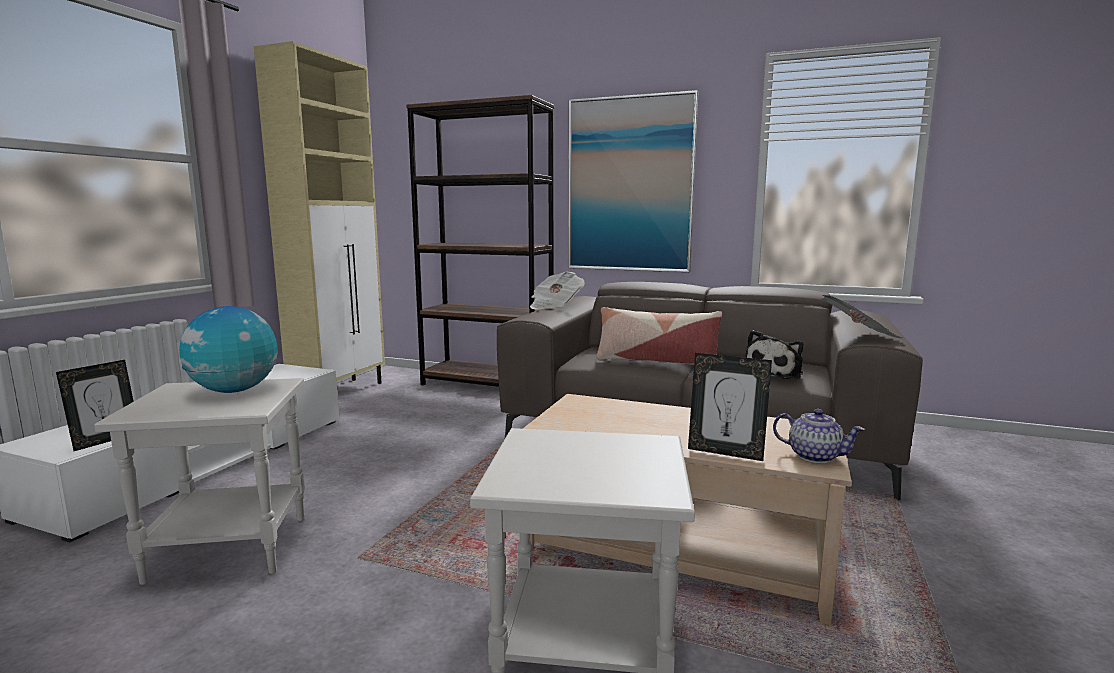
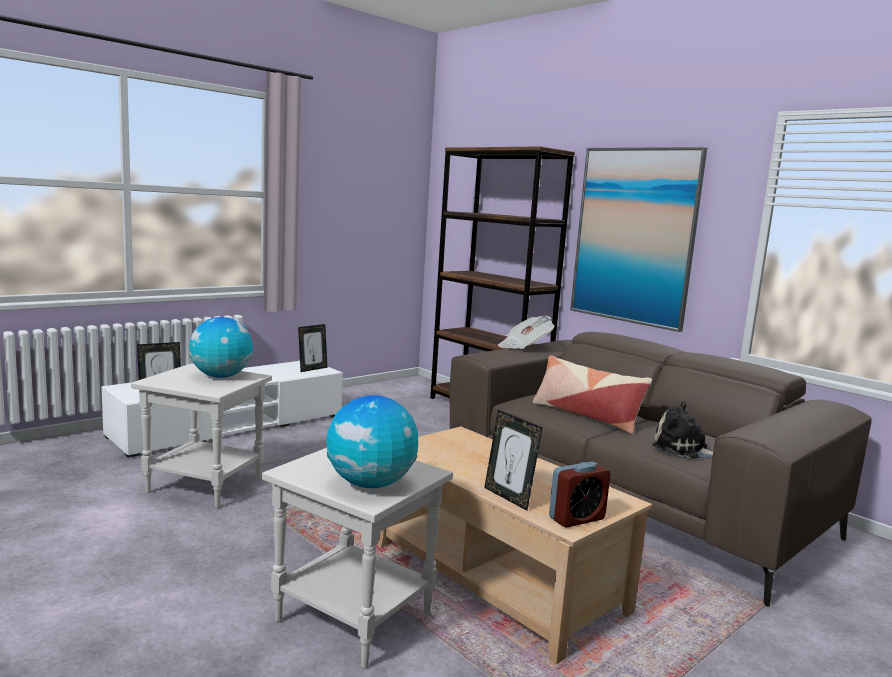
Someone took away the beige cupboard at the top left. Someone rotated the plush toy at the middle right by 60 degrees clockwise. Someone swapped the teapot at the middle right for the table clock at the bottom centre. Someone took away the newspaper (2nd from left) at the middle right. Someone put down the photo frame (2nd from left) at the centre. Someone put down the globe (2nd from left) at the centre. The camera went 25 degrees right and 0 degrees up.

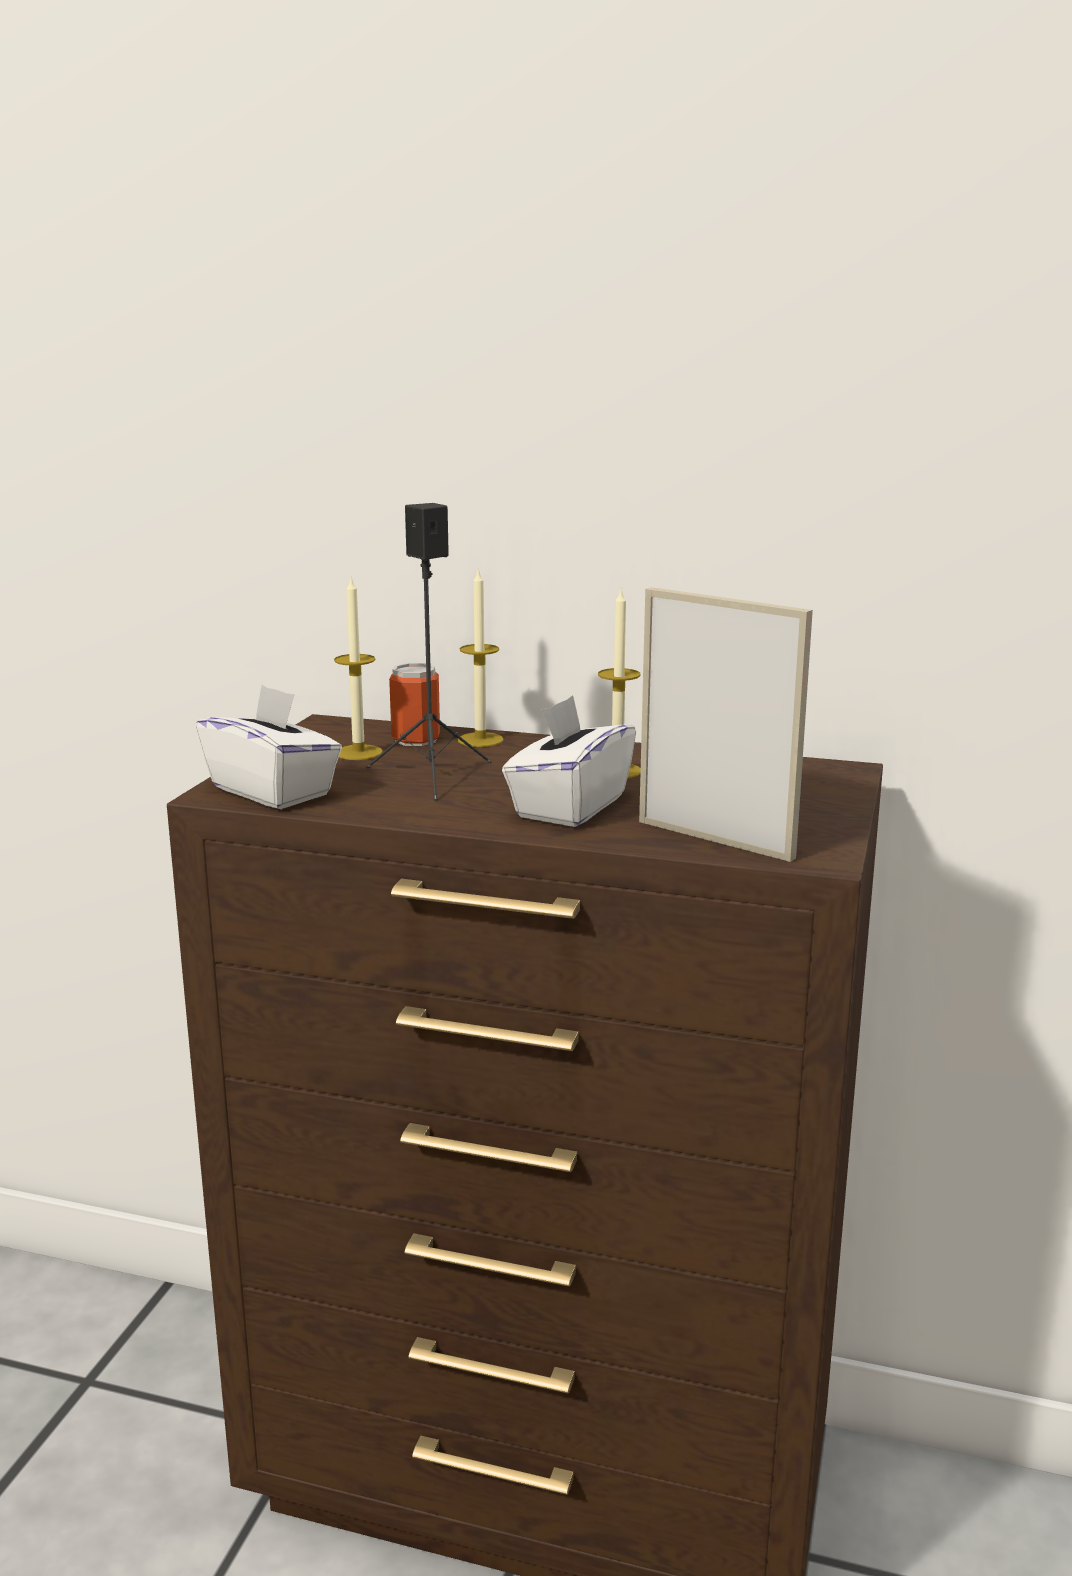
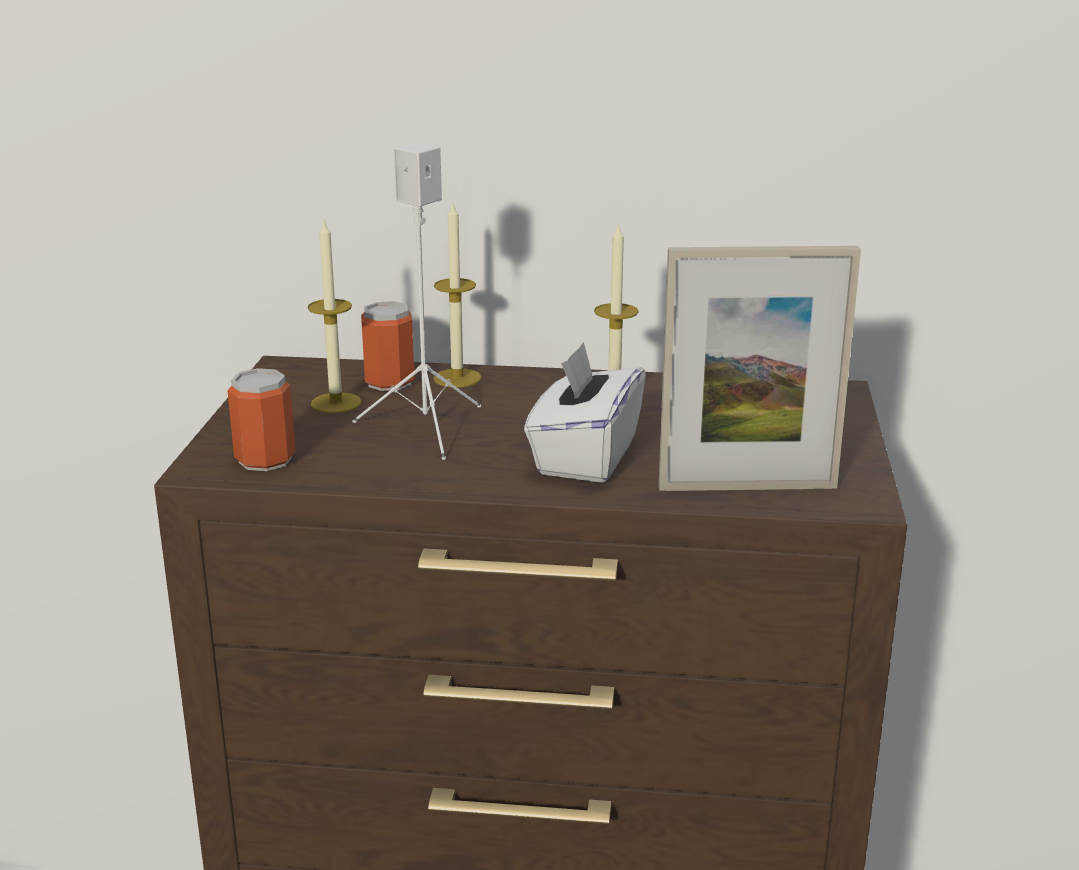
Someone swapped the white-coloured box of tissues (1st from left) at the middle left for the metal can (1st from left) at the middle left. Someone repainted the black-coloured audio speaker at the centre, which became the white-coloured audio speaker at the centre. Someone rotated the photo frame at the middle right by 150 degrees clockwise. The camera went 10 degrees left and 5 degrees up.

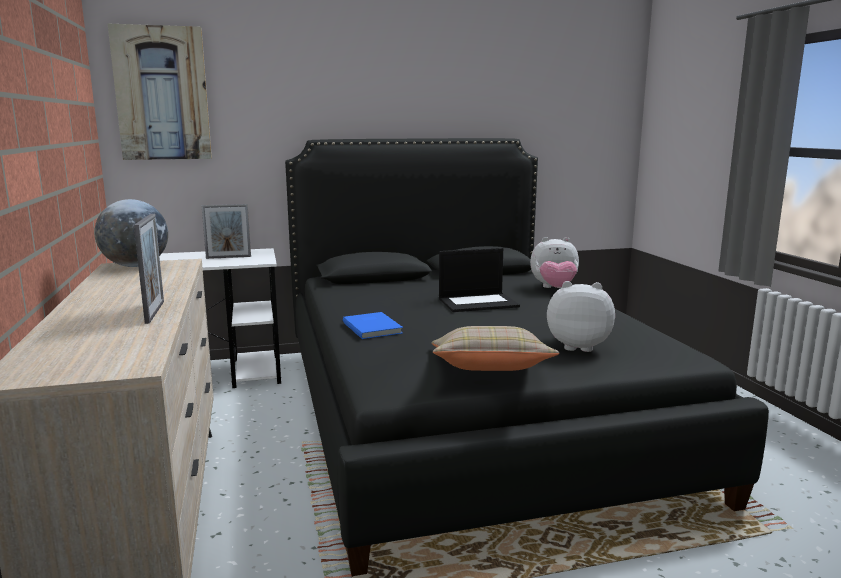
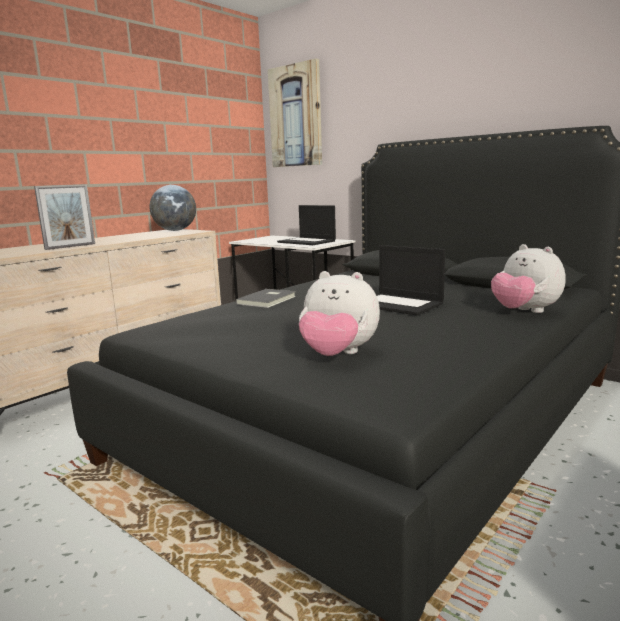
Someone swapped the photo frame (2nd from left) at the middle left for the portable computer (1st from left) at the centre. Someone repainted the bluish book at the centre, which became the gray book at the centre. Someone took away the beige cushion at the centre. Someone rotated the plush toy (2nd from left in the first image) at the middle right by 135 degrees clockwise. The camera went 55 degrees right and 0 degrees up.

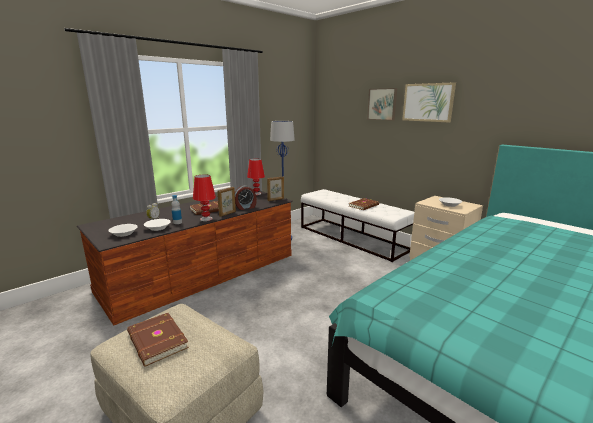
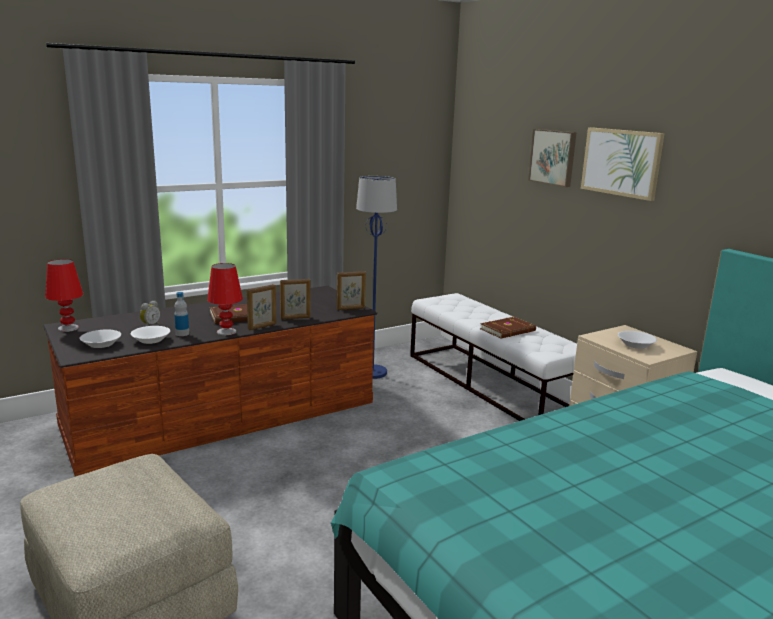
Someone took away the brown-coloured book (1st from left) at the bottom left. Someone swapped the table clock (2nd from left) at the centre for the photo frame (2nd from left) at the centre. Someone carried the reddish tabletop lamp (2nd from left in the first image) from the centre to the middle left. The camera went 10 degrees right and 0 degrees up.

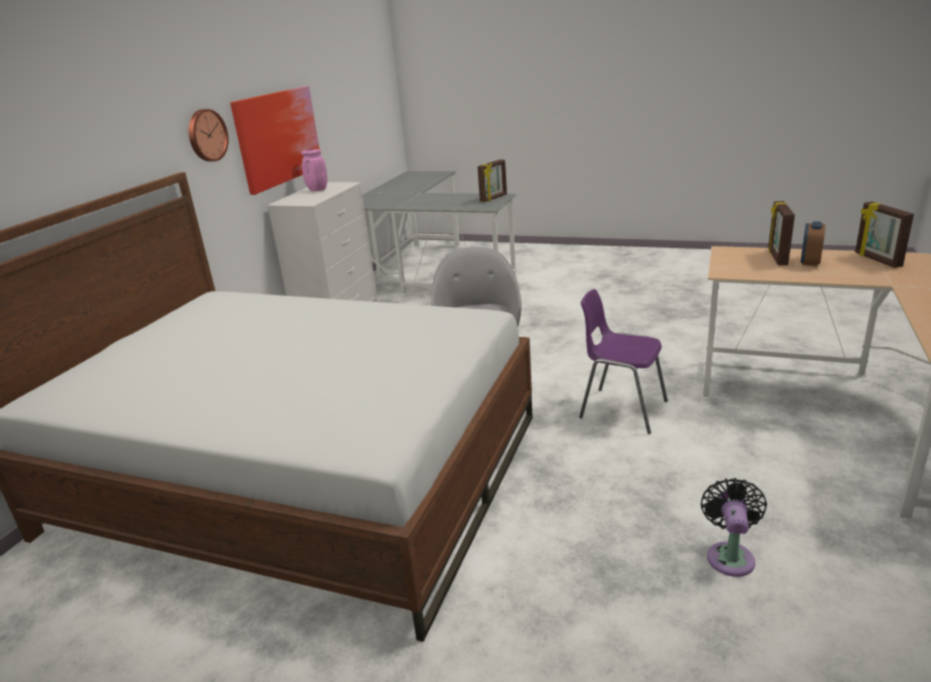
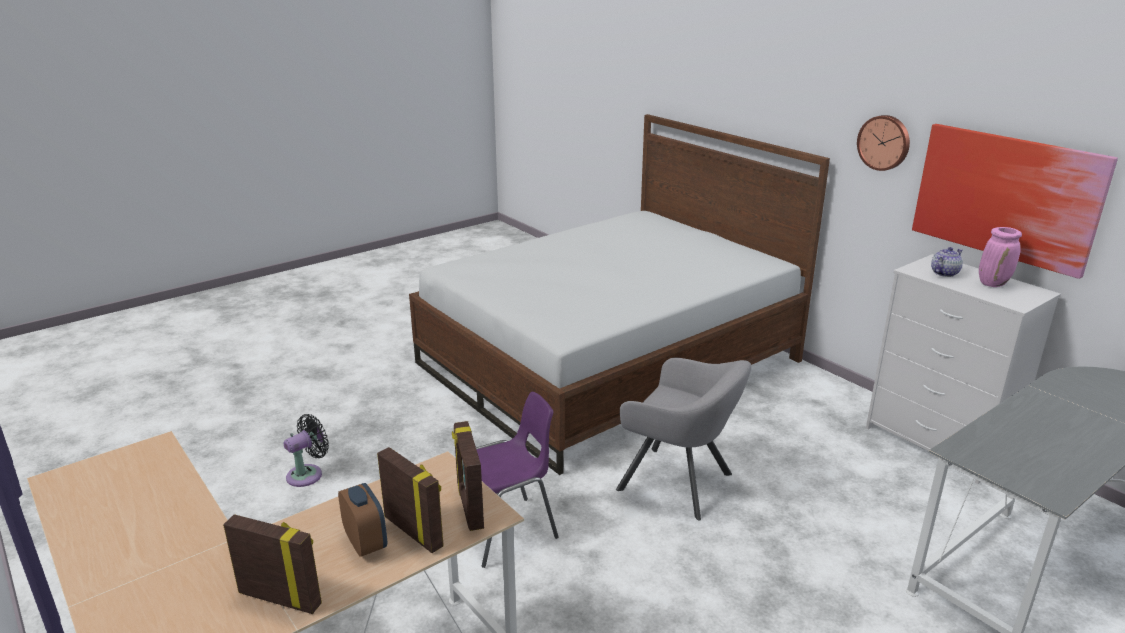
Someone carried the photo frame (1st from left in the first image) from the top centre to the bottom centre. Someone rotated the black-coloured fan at the bottom right by 90 degrees counterclockwise. Someone put down the teapot at the middle right. The camera went 120 degrees right and 0 degrees up.

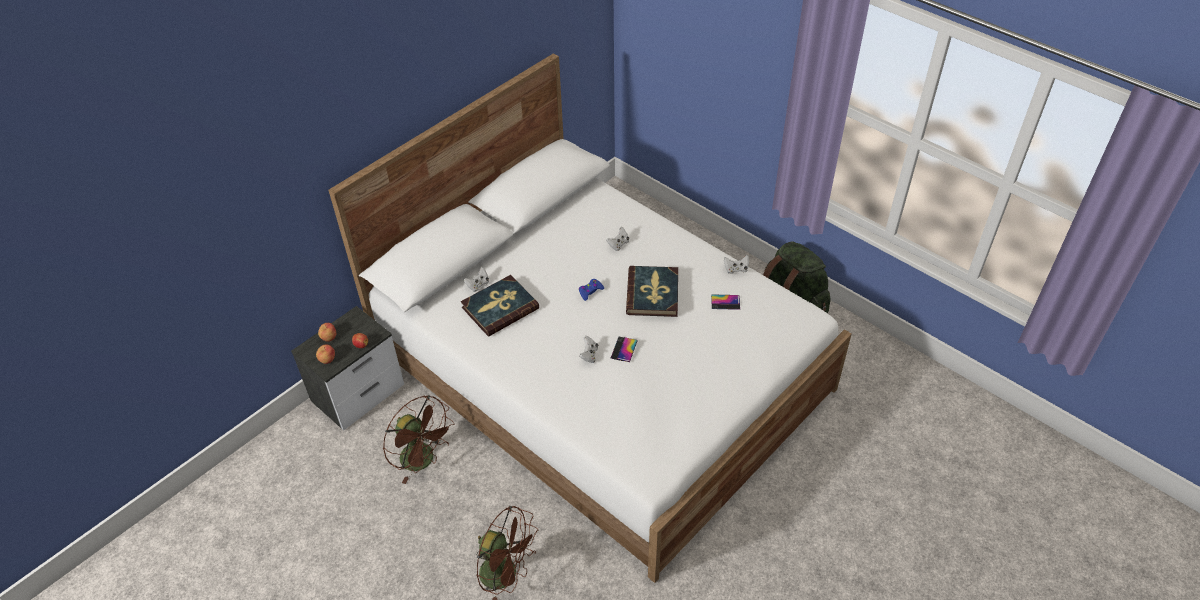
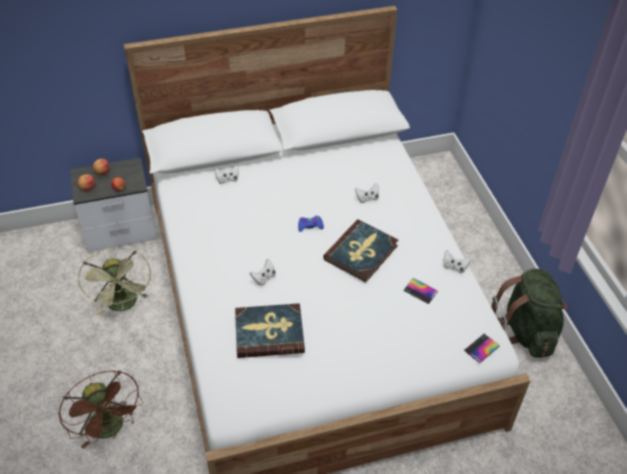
Someone repainted the brown-coloured fan (1st from left) at the bottom centre, which became the green-coloured fan at the middle left. Someone carried the book (1st from left) from the centre to the bottom centre. Someone carried the handset (1st from left in the first image) from the centre to the bottom right. The camera went 30 degrees right and 0 degrees up.

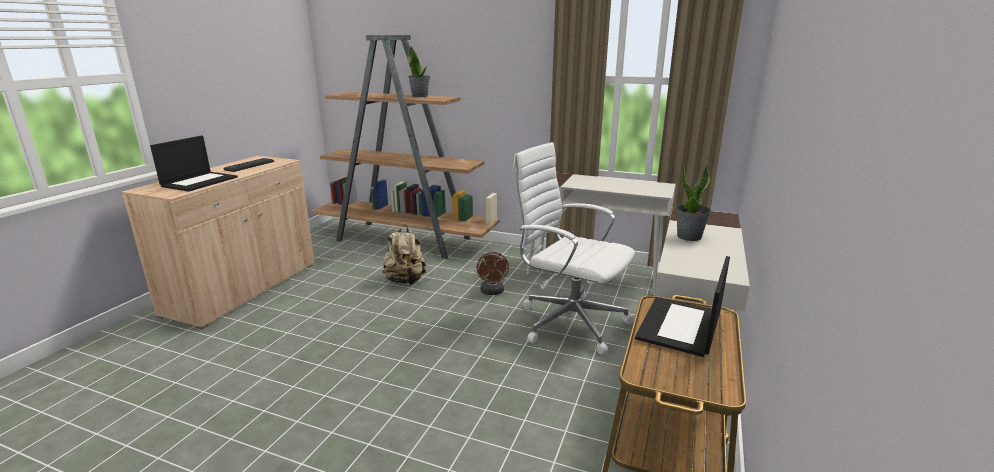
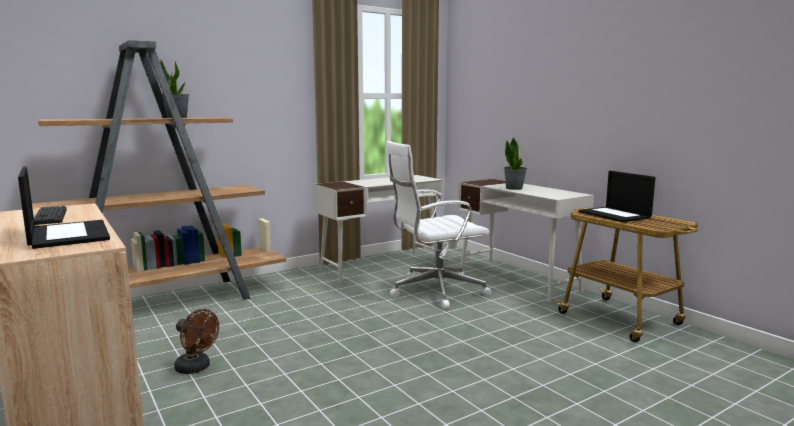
Someone took away the beige backpack at the centre. Someone carried the brown-coloured fan from the centre to the bottom left. The camera went 55 degrees left and 10 degrees down.

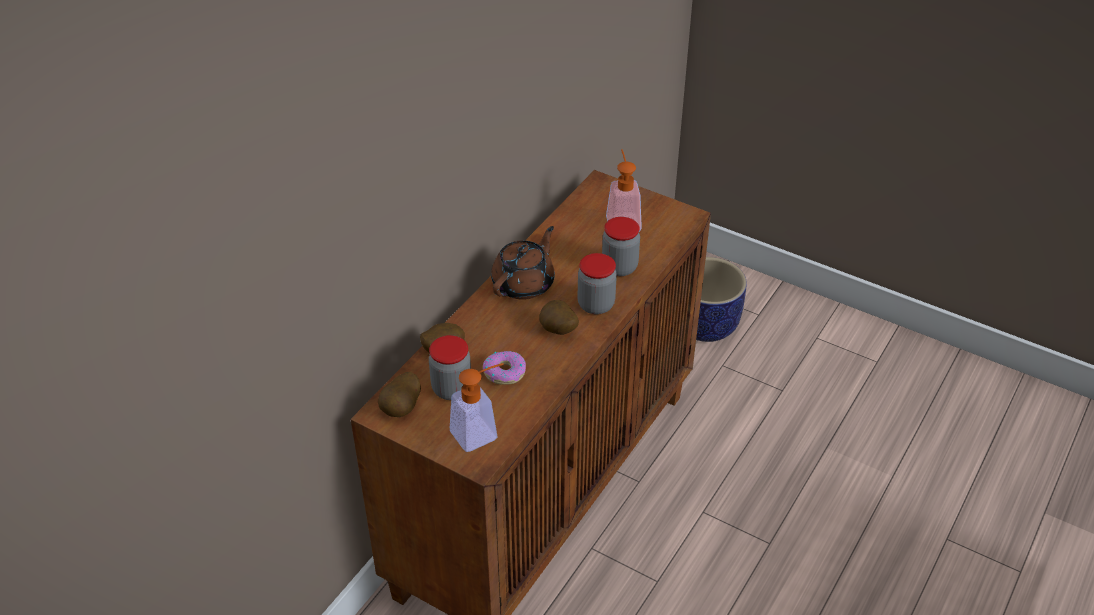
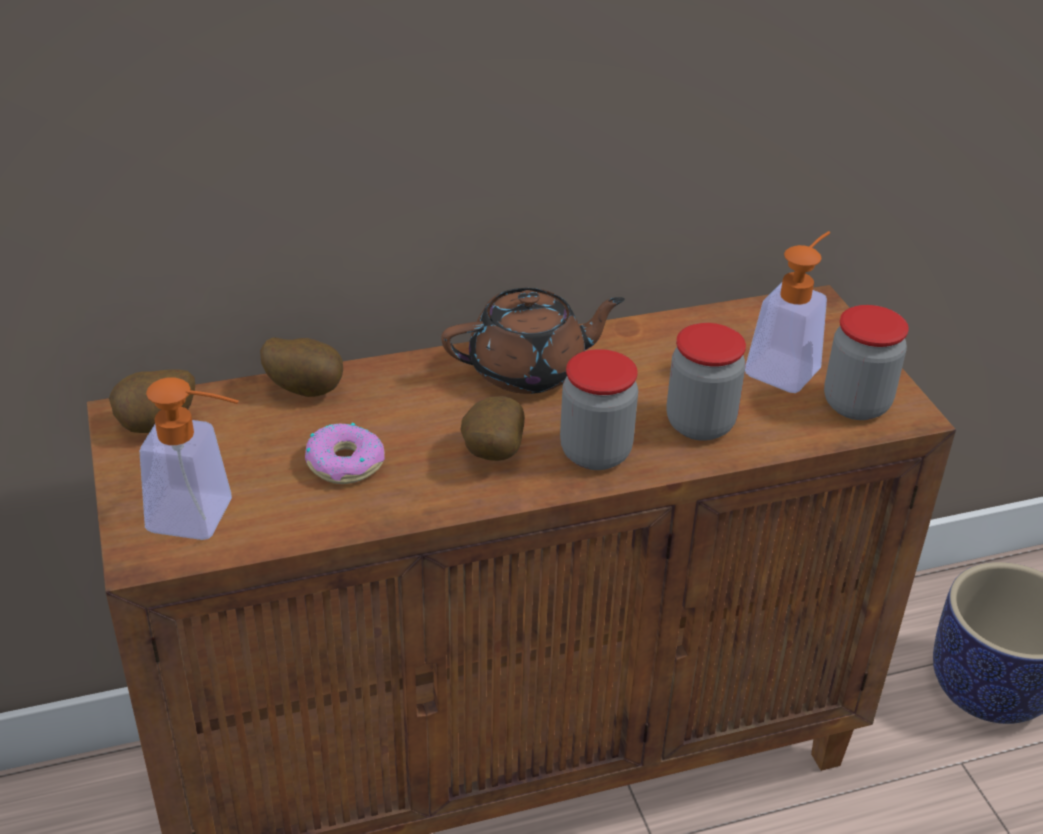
Someone carried the preserve jar (1st from left in the first image) from the centre to the middle right. The camera went 40 degrees right and 5 degrees down.

